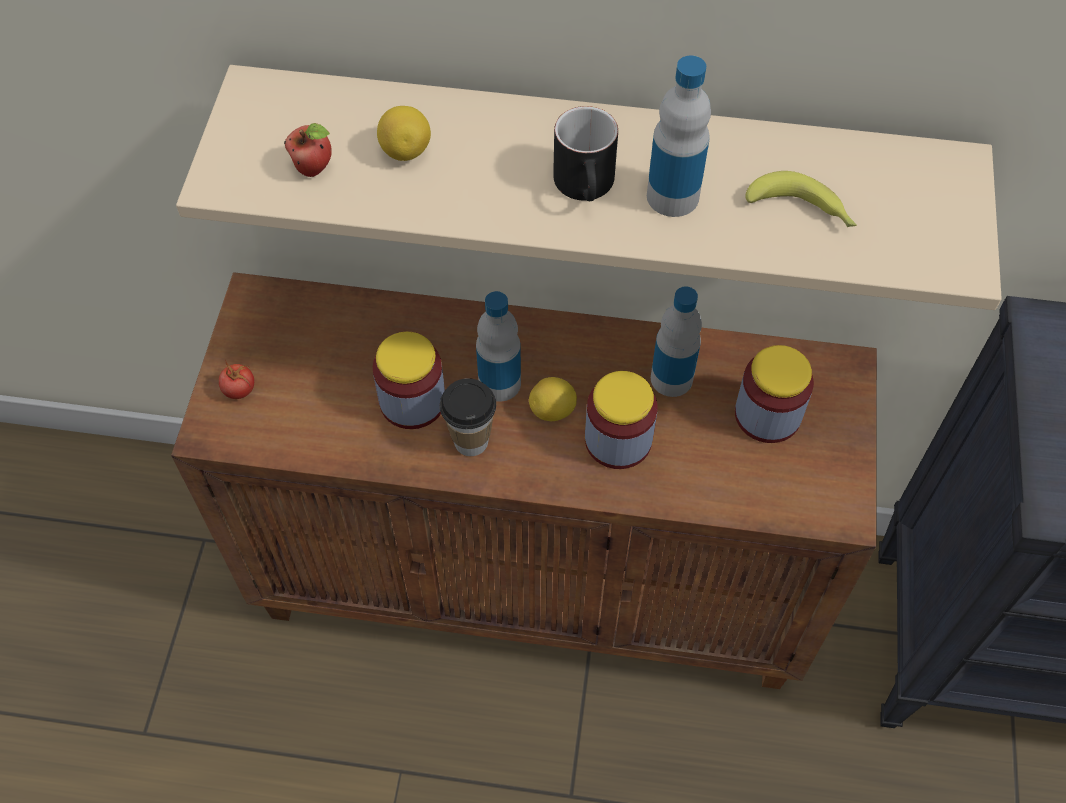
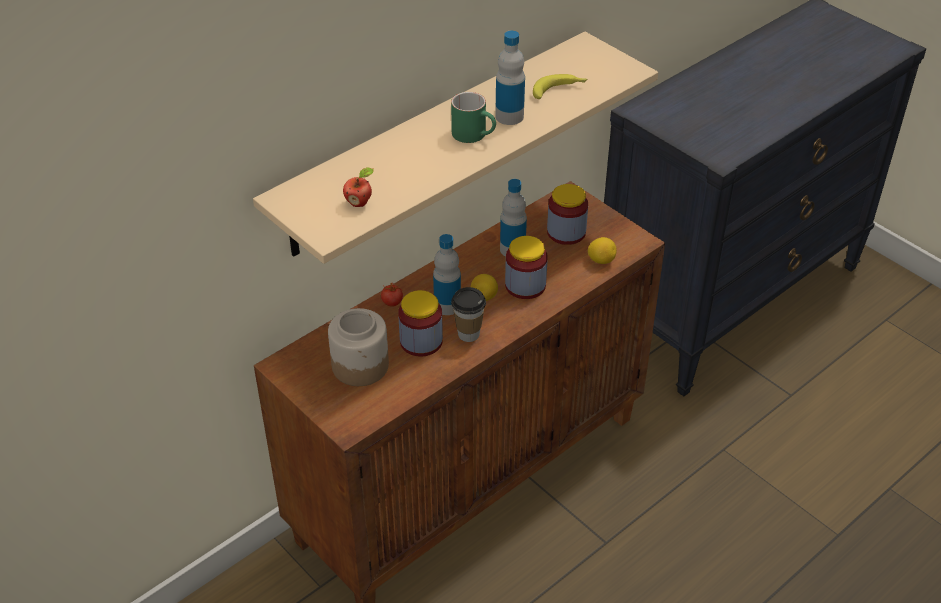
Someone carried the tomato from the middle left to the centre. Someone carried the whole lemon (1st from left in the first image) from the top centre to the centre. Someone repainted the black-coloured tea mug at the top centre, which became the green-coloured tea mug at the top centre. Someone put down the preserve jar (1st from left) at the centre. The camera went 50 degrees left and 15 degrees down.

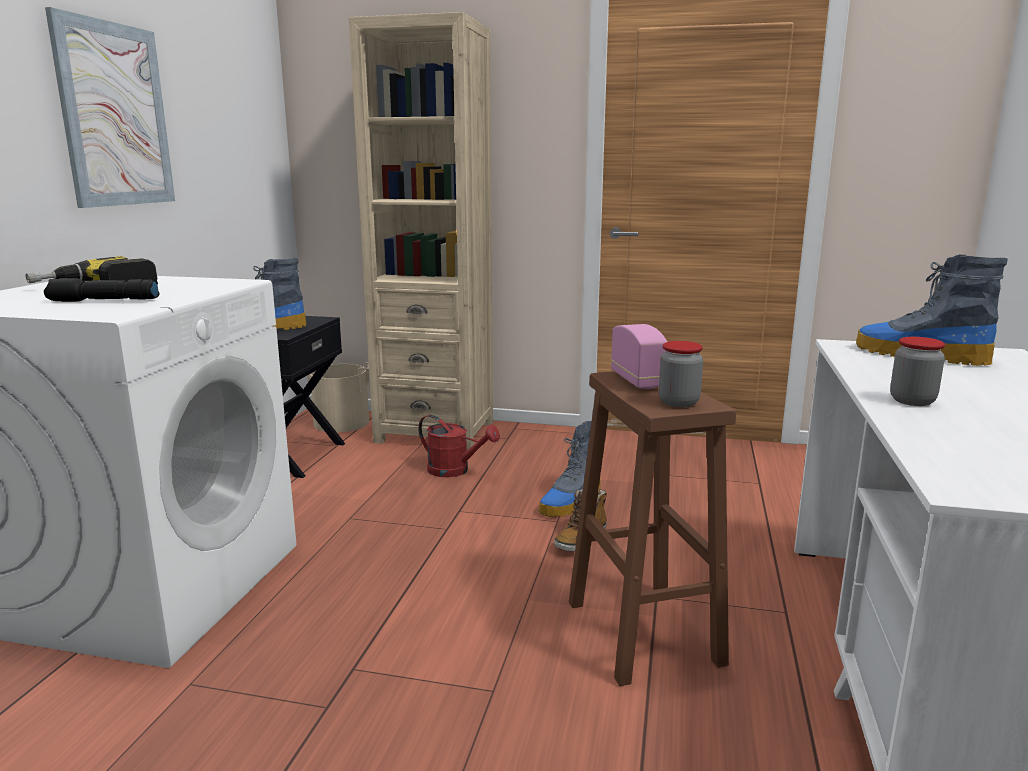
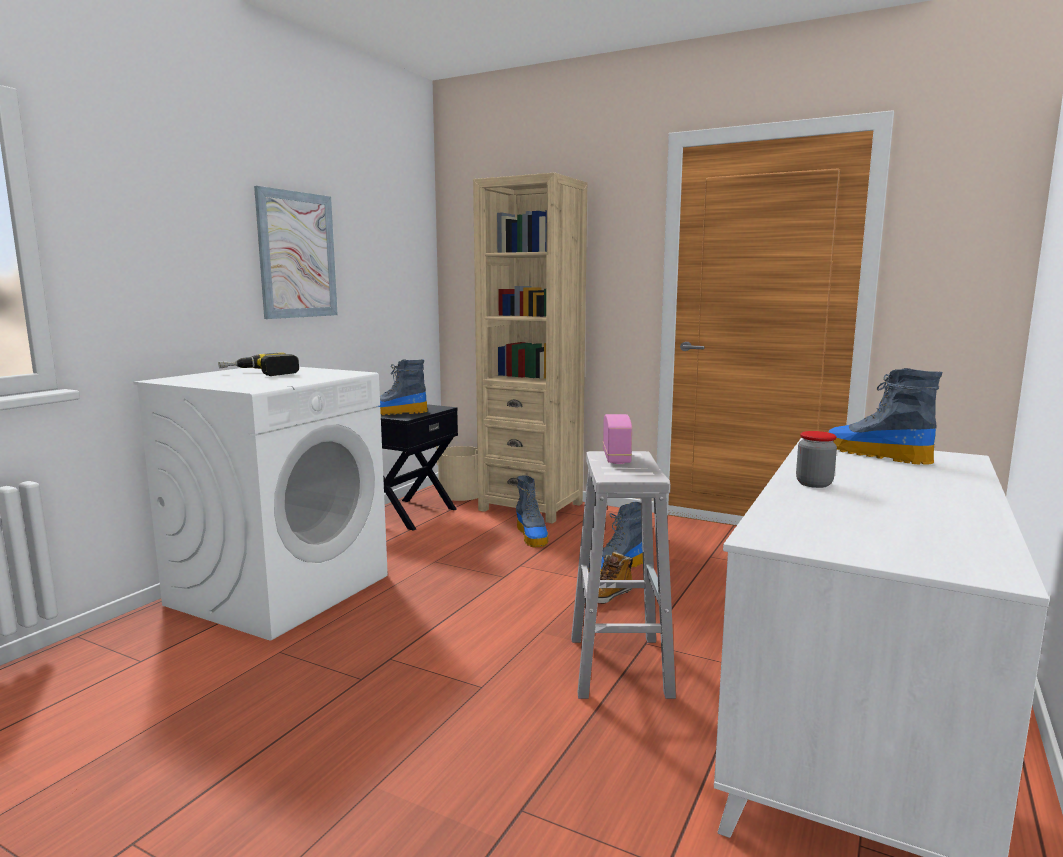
Someone took away the black-coloured torch at the middle left. Someone swapped the reddish watering can at the centre for the high-top boot (2nd from left) at the centre. Someone repainted the brown-coloured stool seat at the bottom centre, which became the white-coloured stool seat at the bottom centre. Someone took away the preserve jar (1st from left) at the centre. The camera went 15 degrees right and 5 degrees down.

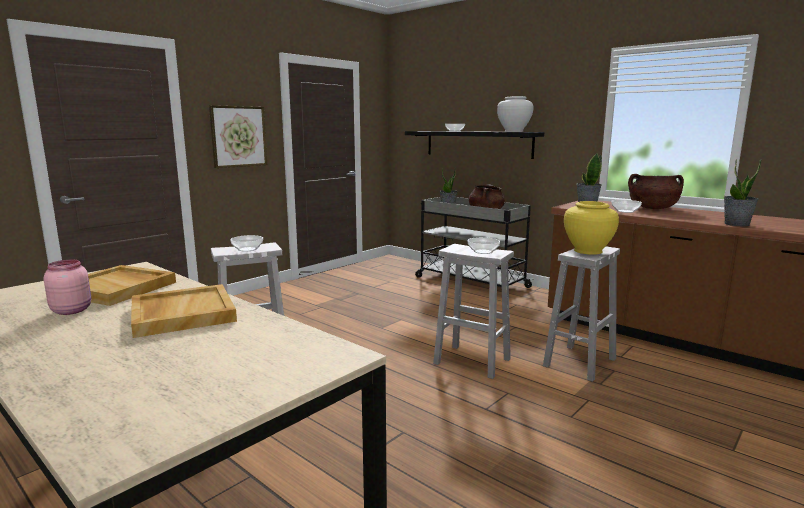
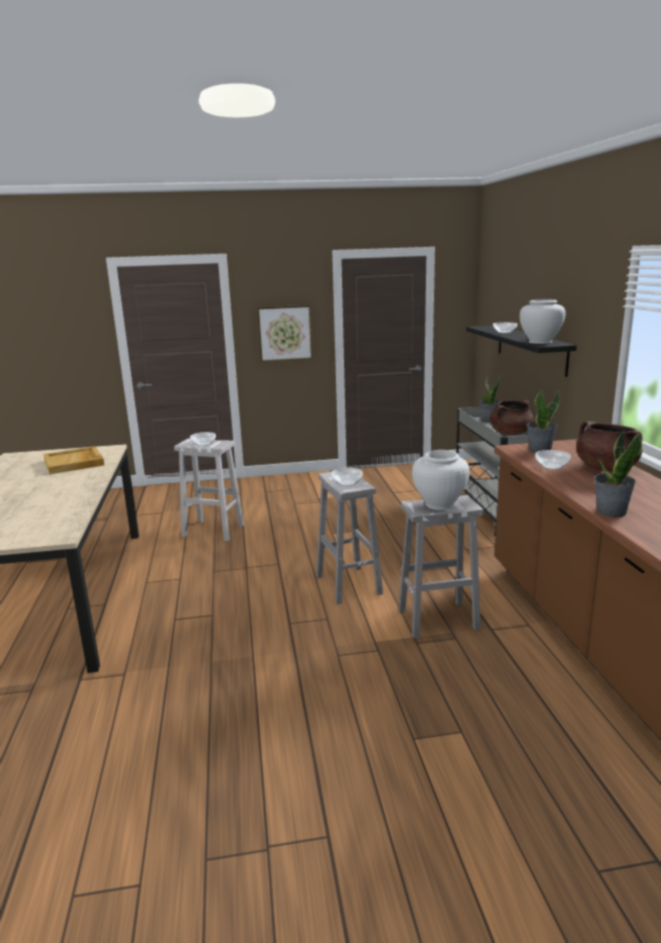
Someone took away the pink preserve jar at the middle left. Someone took away the beige carrying tray (2nd from left) at the middle left. Someone repainted the yellow decorative vase at the middle right, which became the white-coloured decorative vase (1st from left) at the middle right. The camera went 40 degrees right and 5 degrees up.

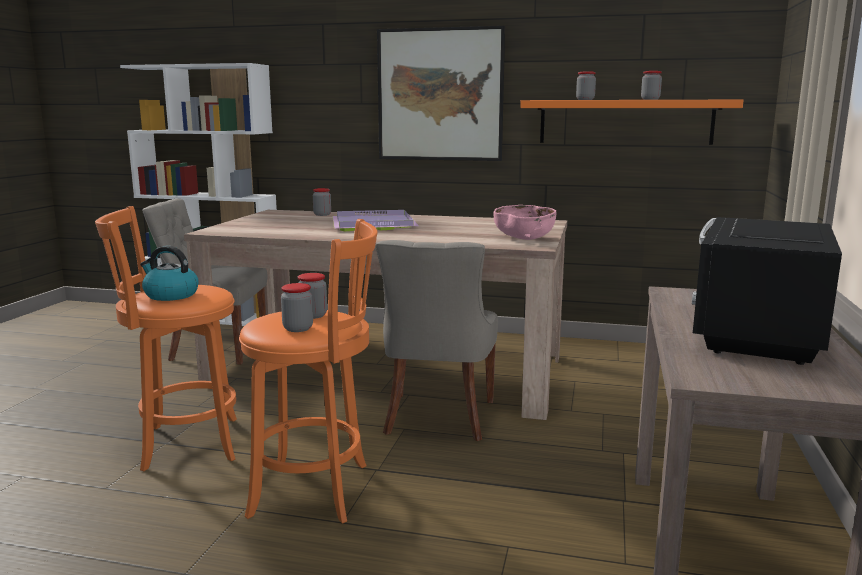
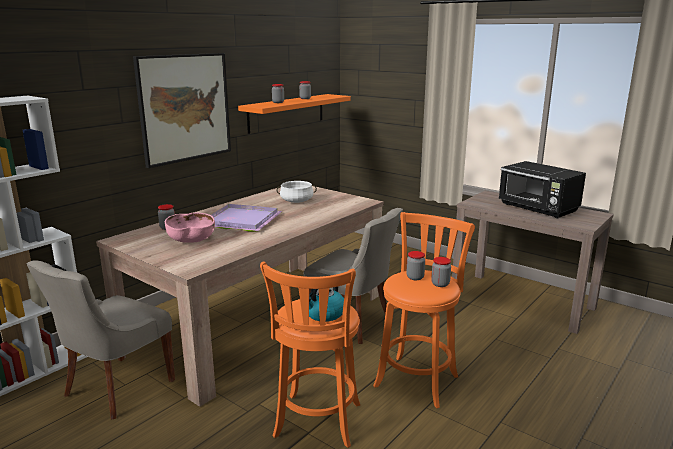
Someone carried the pink serving bowl from the centre to the middle left. Someone put down the white-coloured cooking pot at the centre. The camera went 65 degrees left and 5 degrees up.

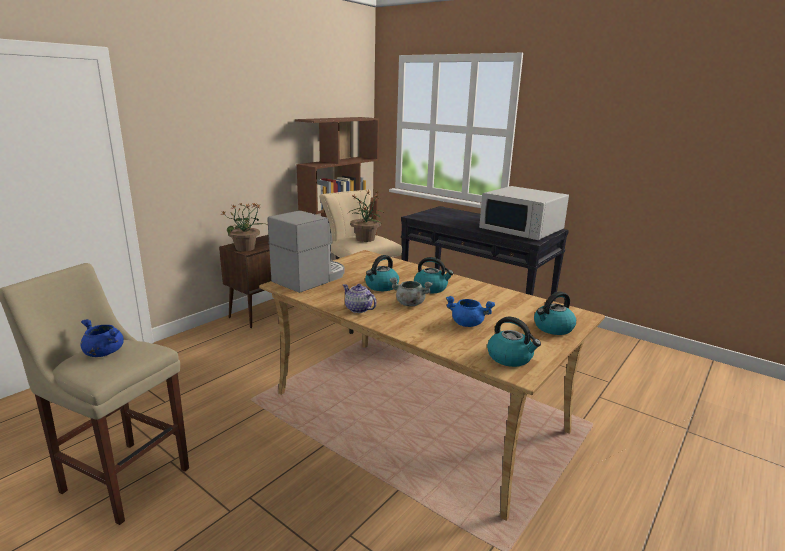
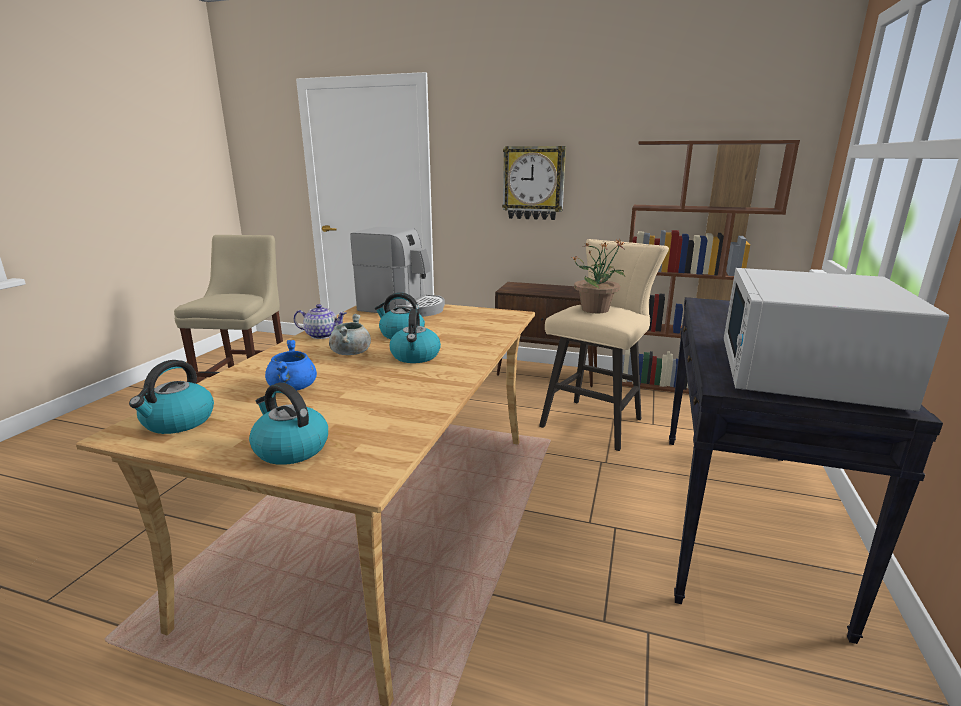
Someone took away the bluish cooking pot (1st from left) at the middle left. Someone took away the potted plant (1st from left) at the middle left. Someone rotated the teapot at the centre by 75 degrees clockwise. Someone put up the clock on the wall at the top centre. The camera went 70 degrees right and 0 degrees up.

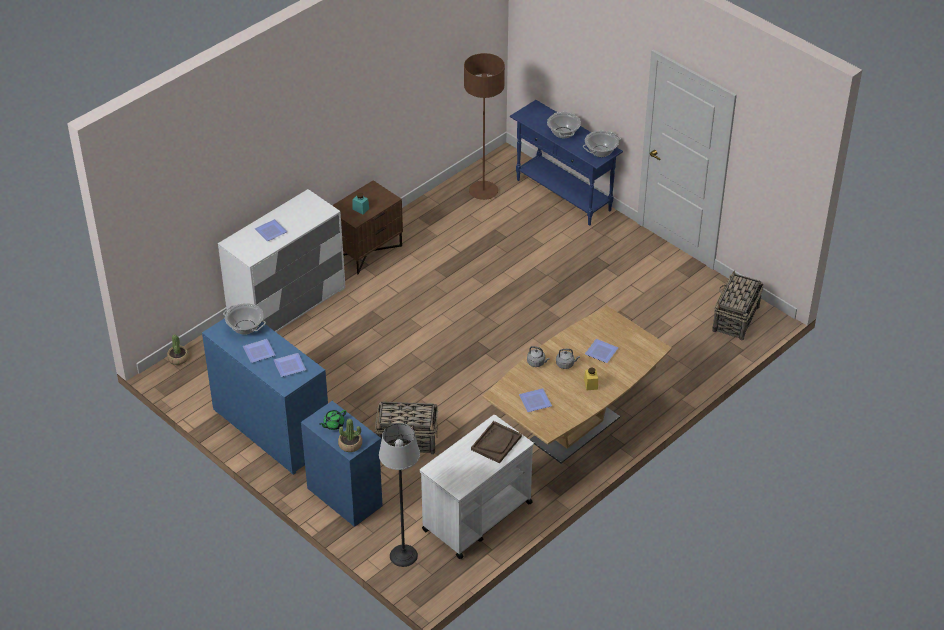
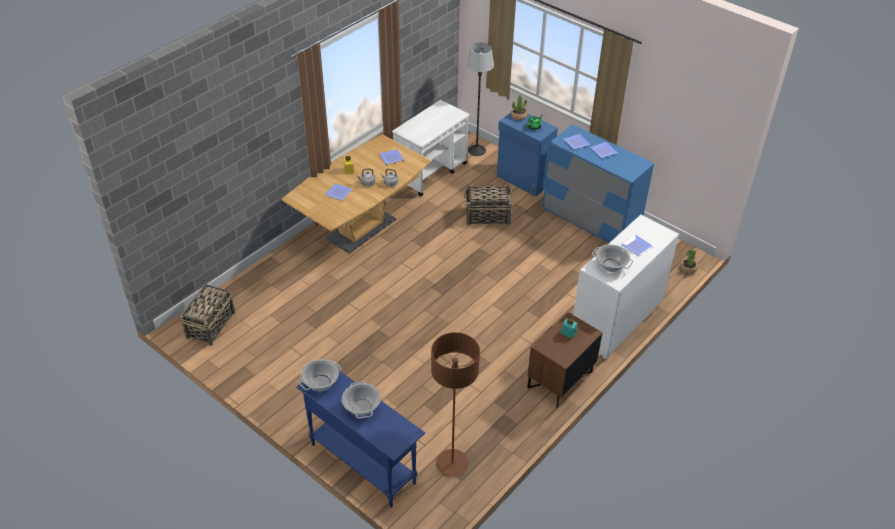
Someone carried the cooking pot (1st from left in the first image) from the middle left to the middle right. Someone took away the brown-coloured carrying tray at the bottom centre. The camera went 175 degrees right and 0 degrees up.

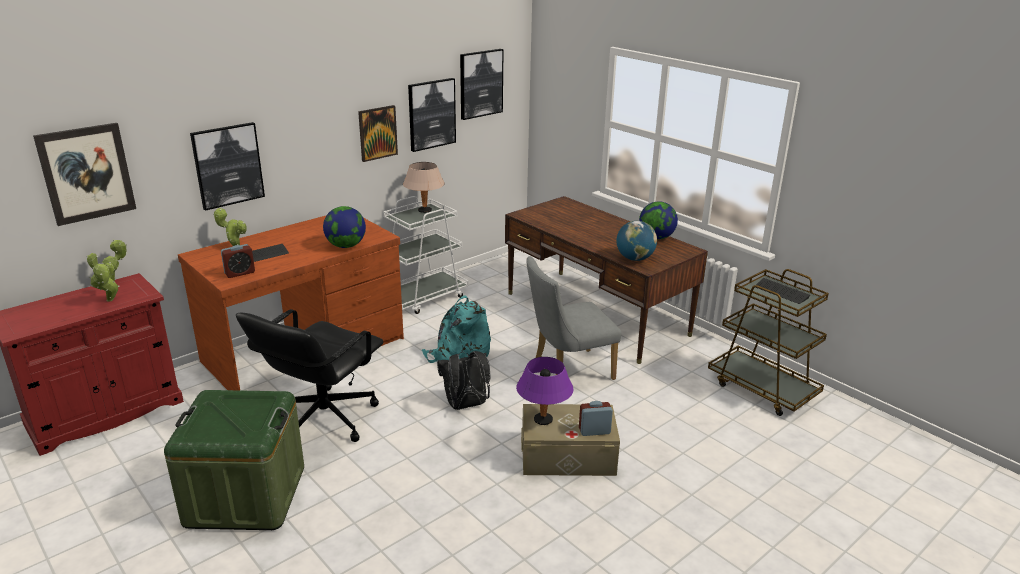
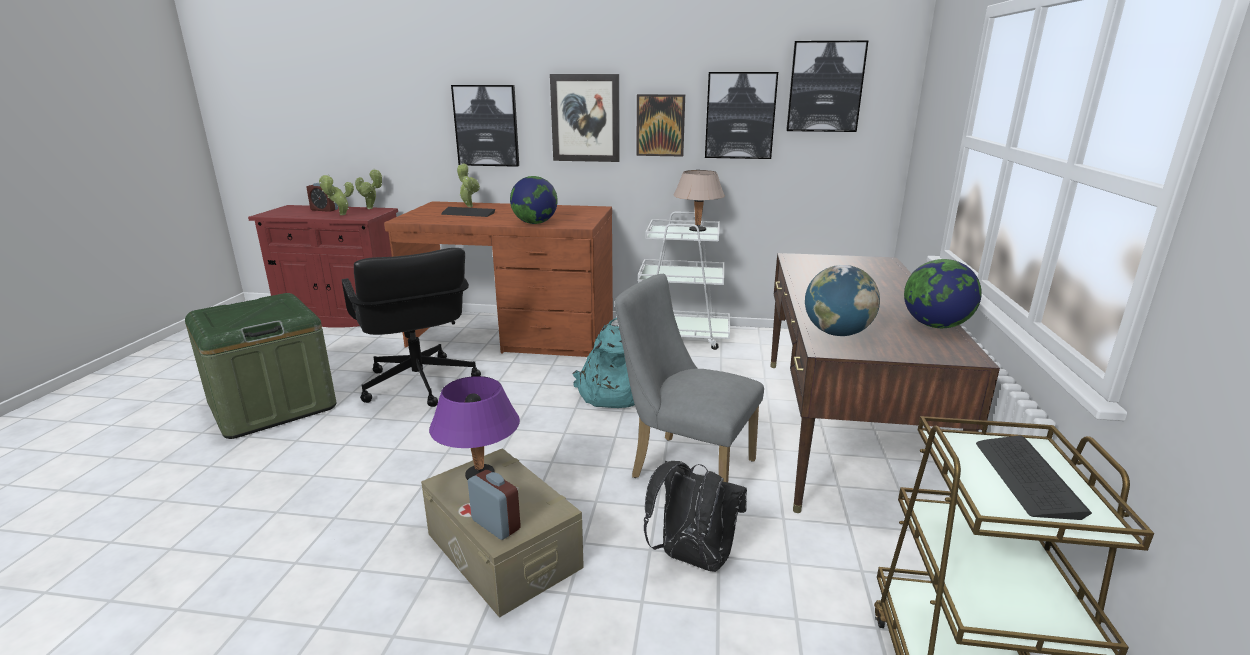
Someone carried the wall picture (1st from left in the first image) from the top left to the top centre. Someone carried the table clock (1st from left) from the middle left to the top left. Someone rotated the black-coloured office chair at the middle left by 105 degrees counterclockwise. Someone carried the black-coloured backpack from the centre to the bottom centre. The camera went 50 degrees right and 5 degrees down.

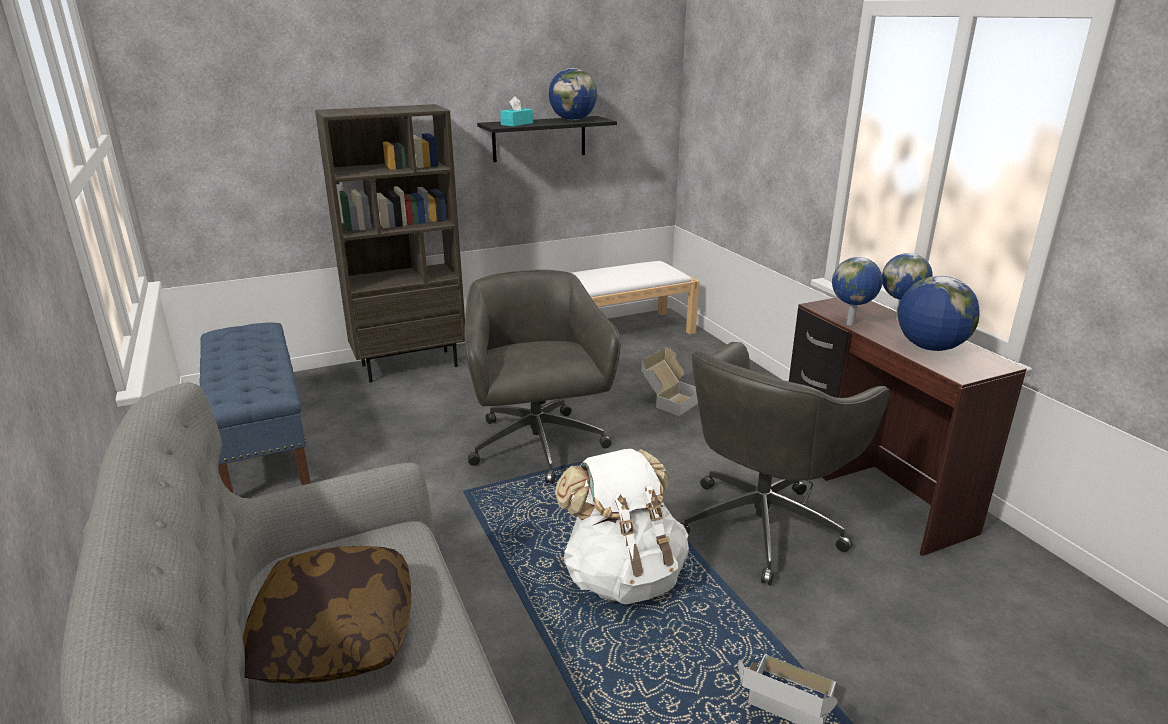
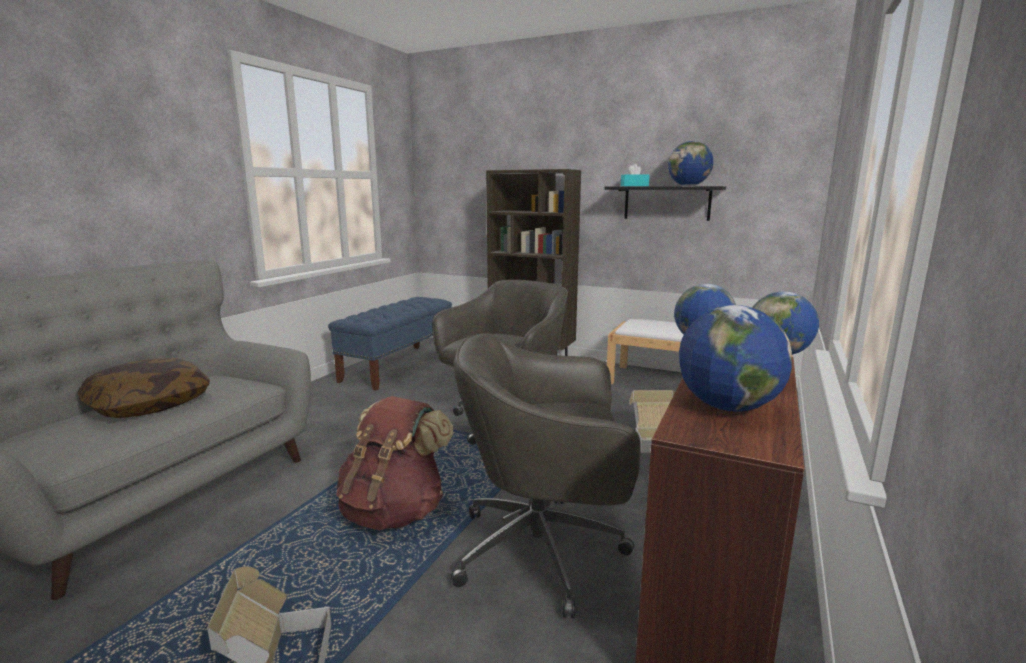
Someone repainted the white-coloured backpack at the bottom centre, which became the brown-coloured backpack at the bottom centre. The camera went 50 degrees right and 10 degrees down.

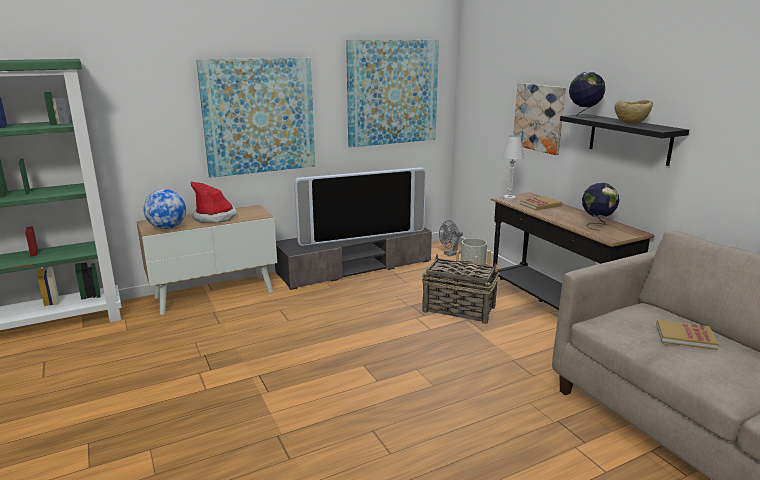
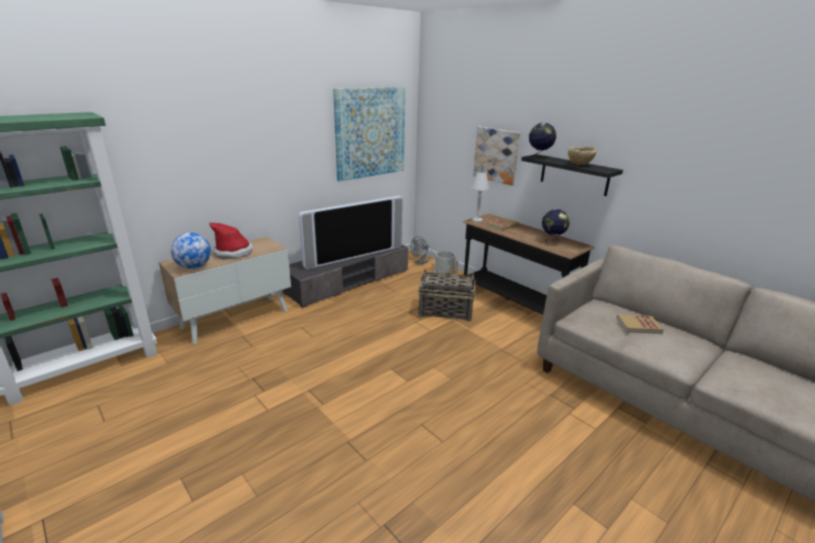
Someone took away the wall picture (1st from left) at the top centre. The camera went 15 degrees left and 5 degrees up.

